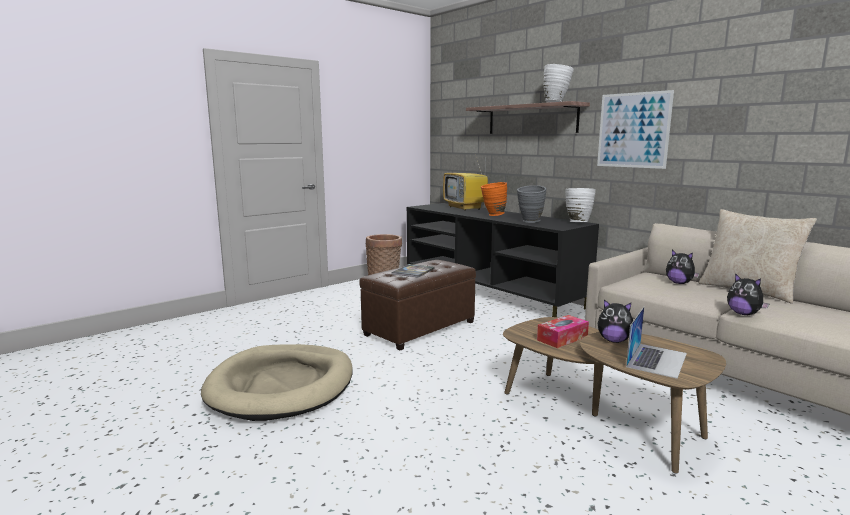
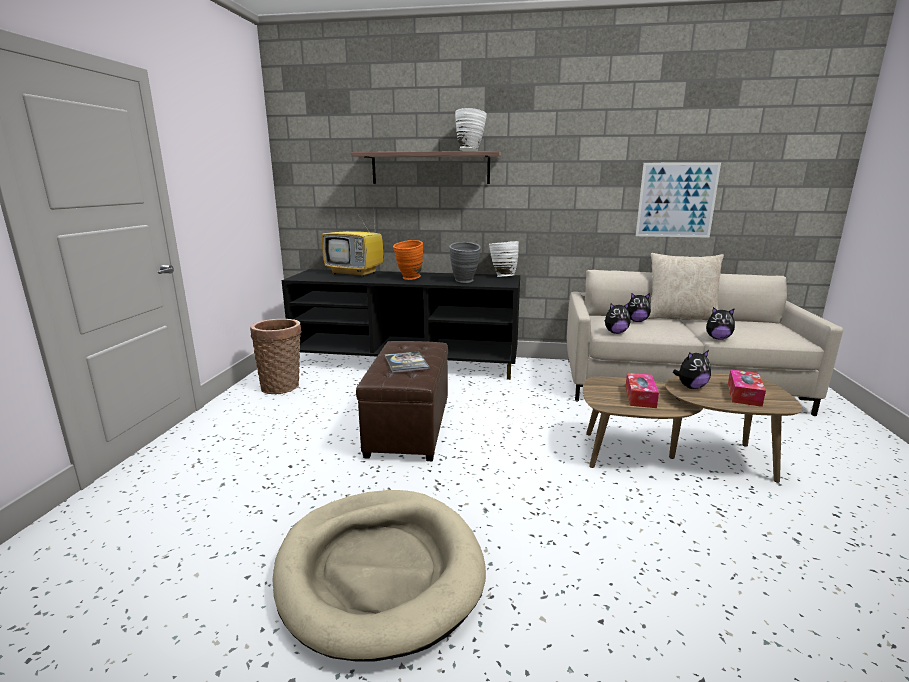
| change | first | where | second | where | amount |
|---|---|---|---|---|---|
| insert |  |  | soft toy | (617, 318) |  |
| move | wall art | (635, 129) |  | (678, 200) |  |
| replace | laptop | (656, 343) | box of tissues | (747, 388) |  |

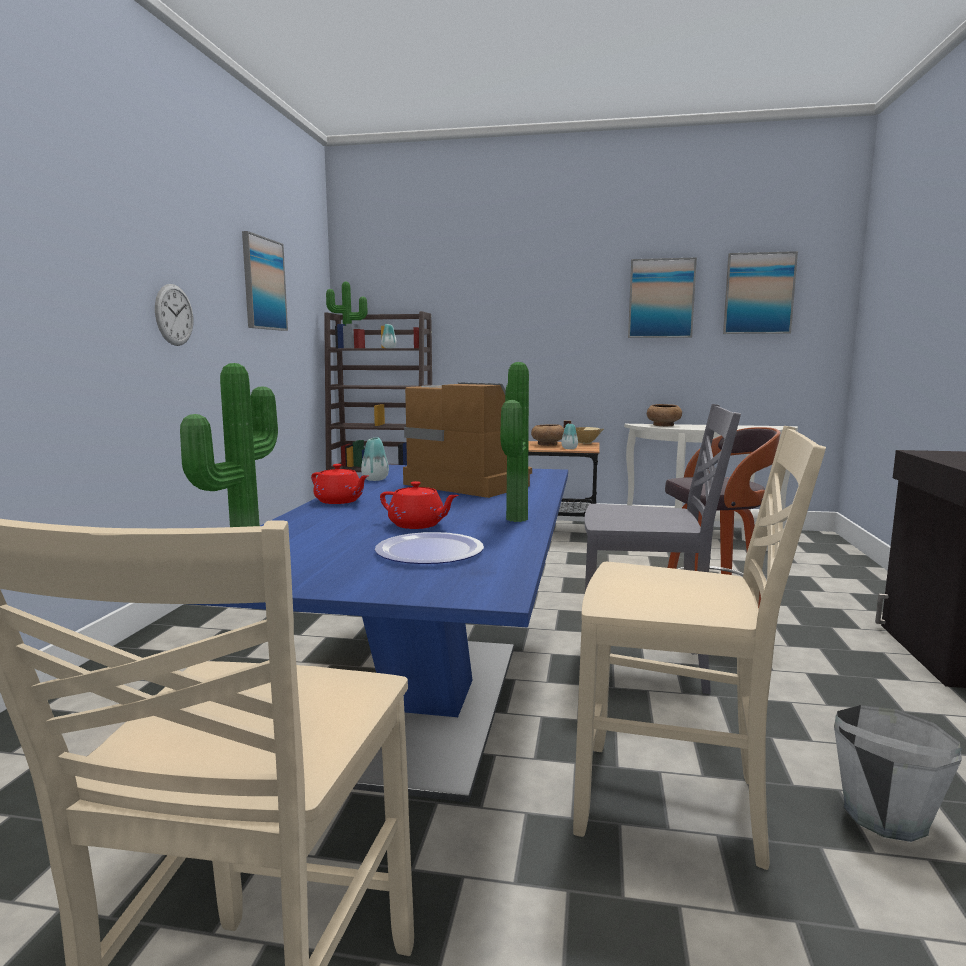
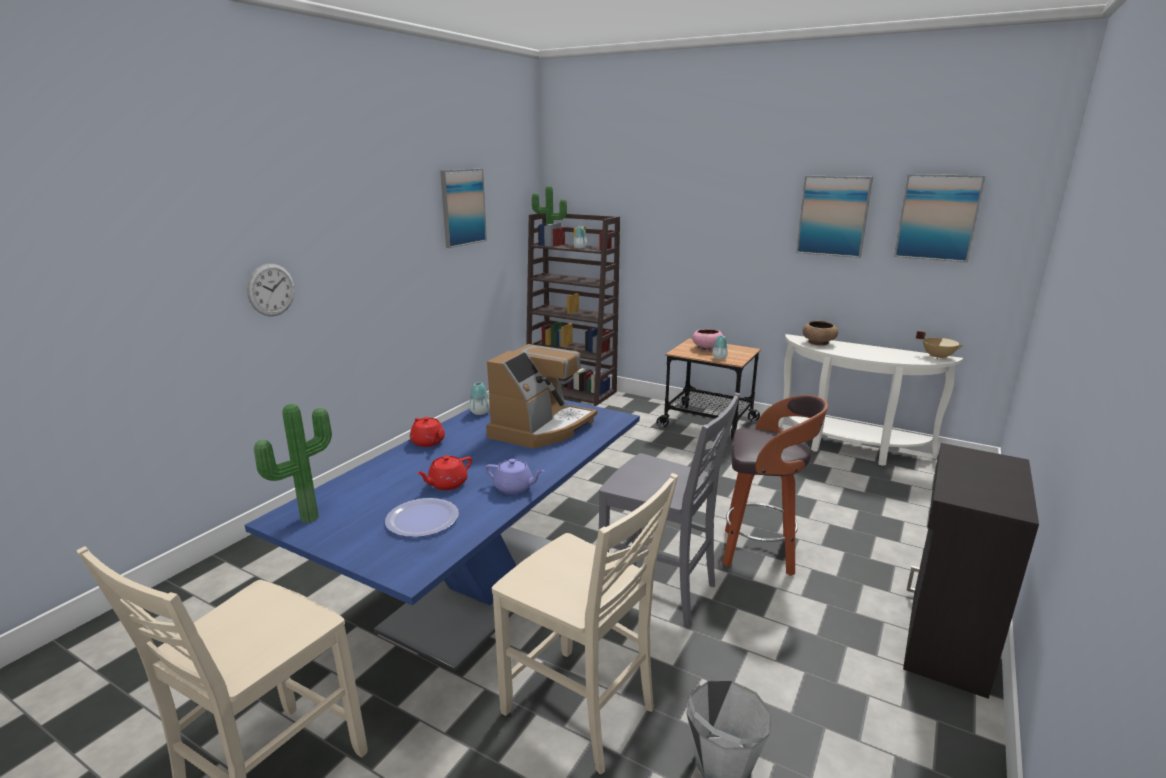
| change | first | where | second | where | amount |
|---|---|---|---|---|---|
| move | clock on the wall | (174, 315) |  | (271, 290) |  |
| rotate | red tea pot | (419, 505) |  | (444, 472) | 90 degrees clockwise |
| replace | houseplant | (514, 442) | purple tea pot | (514, 476) |  |
| rotate | coffee machine | (467, 440) |  | (541, 396) | 60 degrees clockwise |
| recolor | brown bowl | (547, 435) | pink bowl | (707, 340) |  |
| move | sand-coloured stockpot | (584, 432) |  | (940, 344) |  |

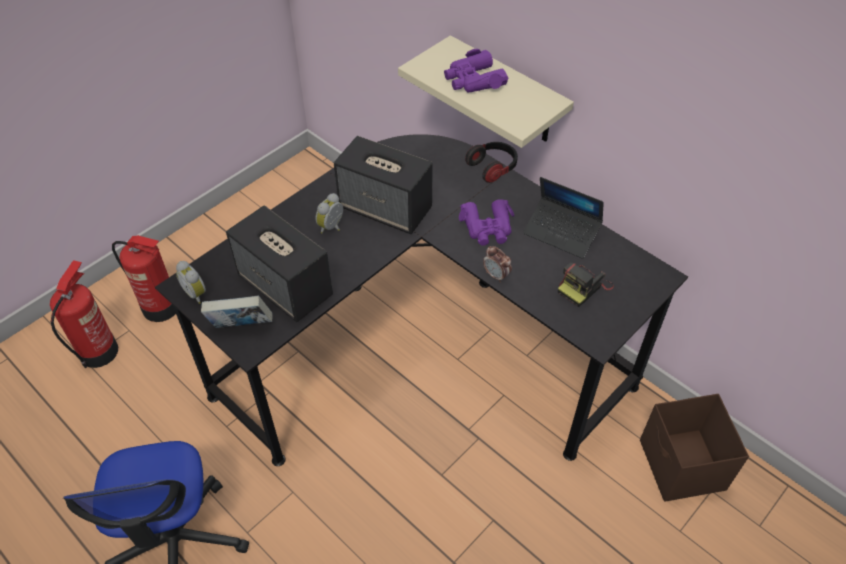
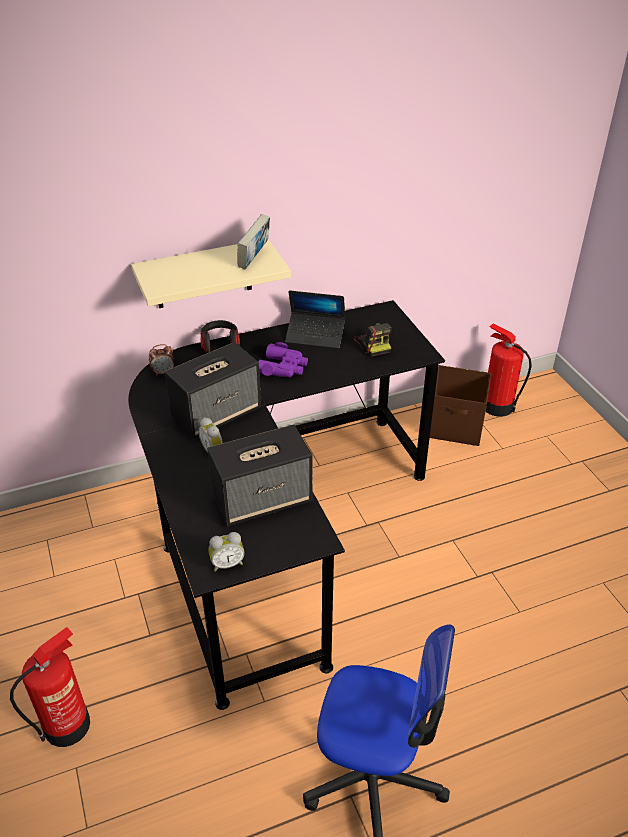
| change | first | where | second | where | amount |
|---|---|---|---|---|---|
| move | table clock | (497, 264) |  | (161, 360) |  |
| move | bound book | (237, 311) |  | (254, 242) |  |
| rotate | laptop | (563, 218) |  | (315, 319) | 45 degrees clockwise |
| move | fire extinguisher | (84, 314) |  | (509, 370) |  |
| delete | purple field glasses | (476, 71) |  |  |  |

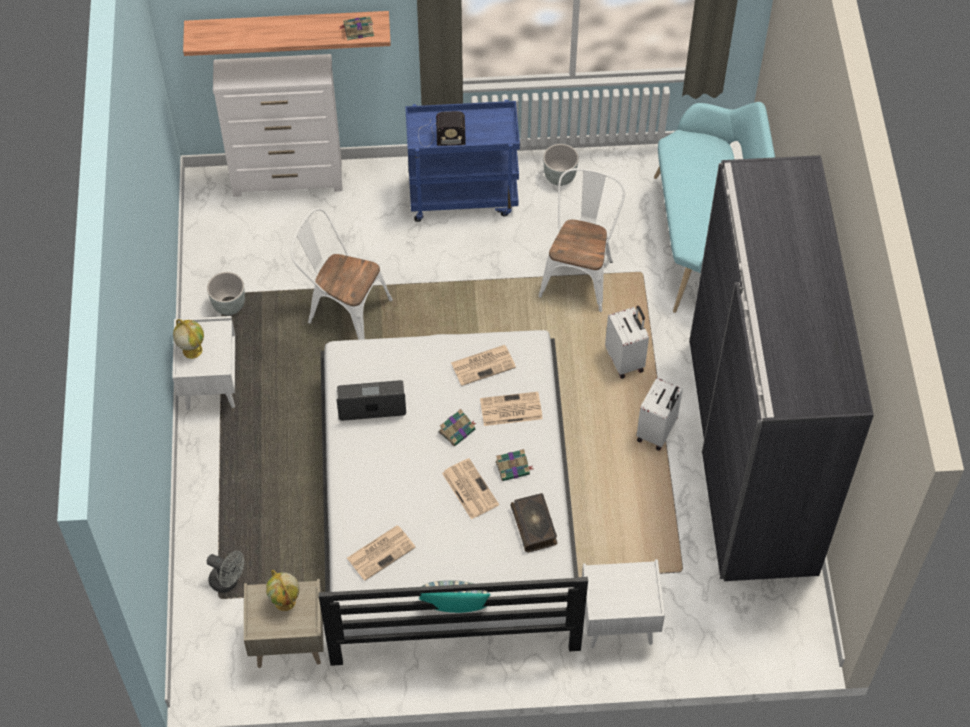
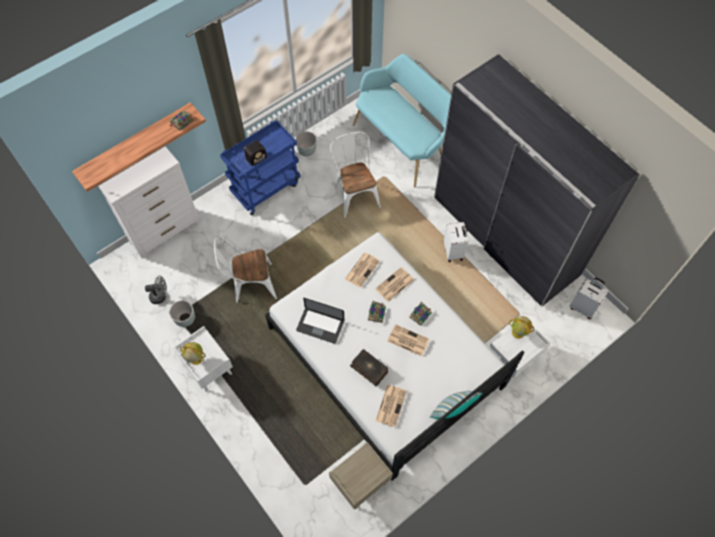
| change | first | where | second | where | amount |
|---|---|---|---|---|---|
| move | greyish fan | (225, 572) |  | (156, 290) |  |
| rotate | laptop | (371, 400) |  | (320, 321) | 120 degrees counterclockwise |
| move | bound book | (533, 522) |  | (369, 367) |  |
| move | globe | (283, 590) |  | (521, 327) |  |
| move | whitish piece of luggage | (627, 342) |  | (588, 299) |  |

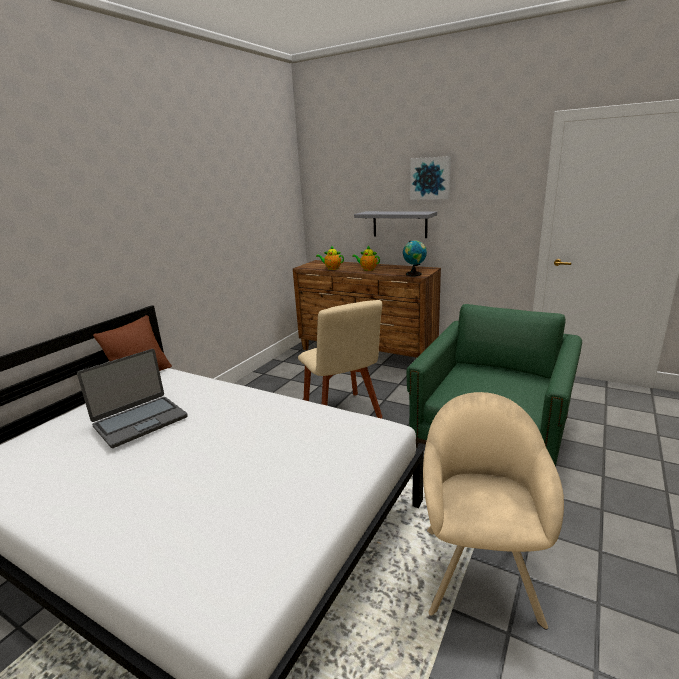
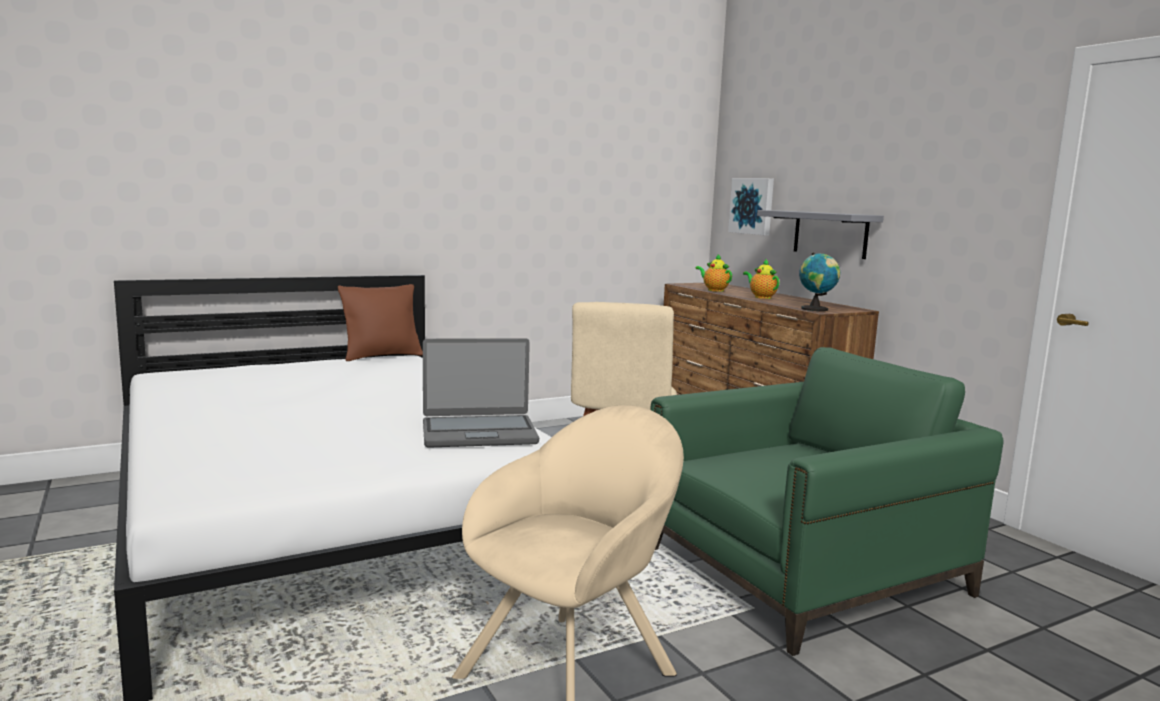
| change | first | where | second | where | amount |
|---|---|---|---|---|---|
| move | laptop | (132, 398) |  | (481, 393) |  |
| move | wall art | (430, 178) |  | (751, 206) |  |

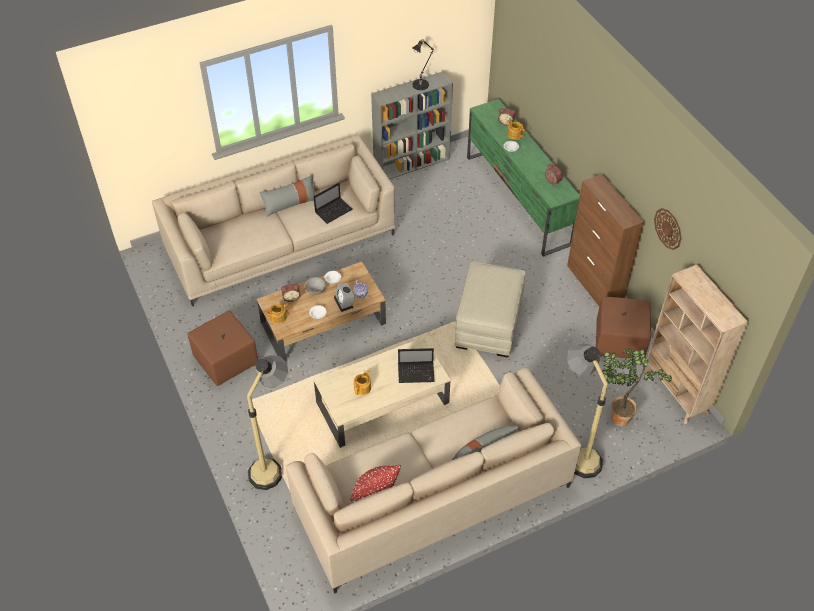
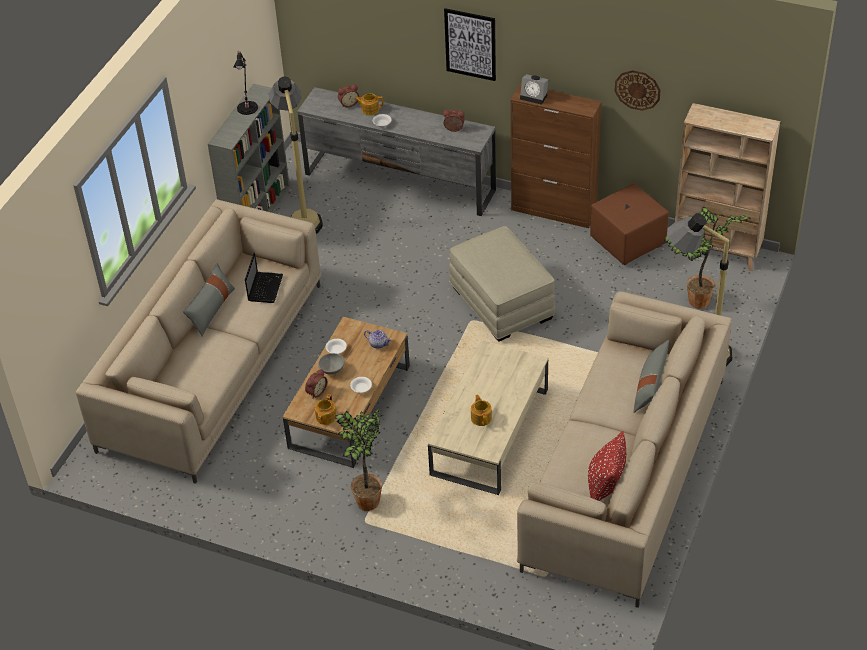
| change | first | where | second | where | amount |
|---|---|---|---|---|---|
| move | standing lamp | (267, 422) |  | (296, 155) |  |
| recolor | greenish tv stand | (523, 178) | greyish tv stand | (396, 151) |  |
| insert |  |  | houseplant | (359, 460) |  |
| insert |  |  | wall art | (470, 44) |  |
| move | table clock | (344, 297) |  | (534, 89) |  |
| delete | brown footrest | (222, 348) |  |  |  |
| delete | laptop | (416, 365) |  |  |  |

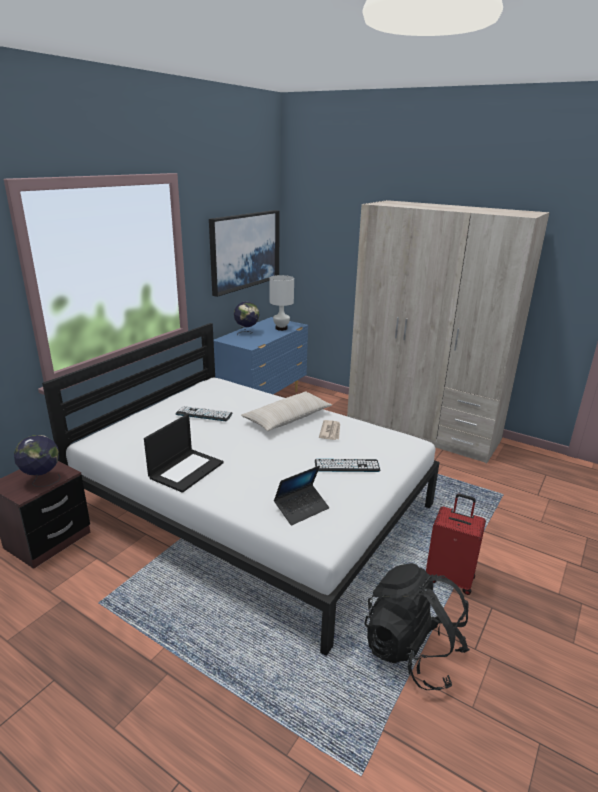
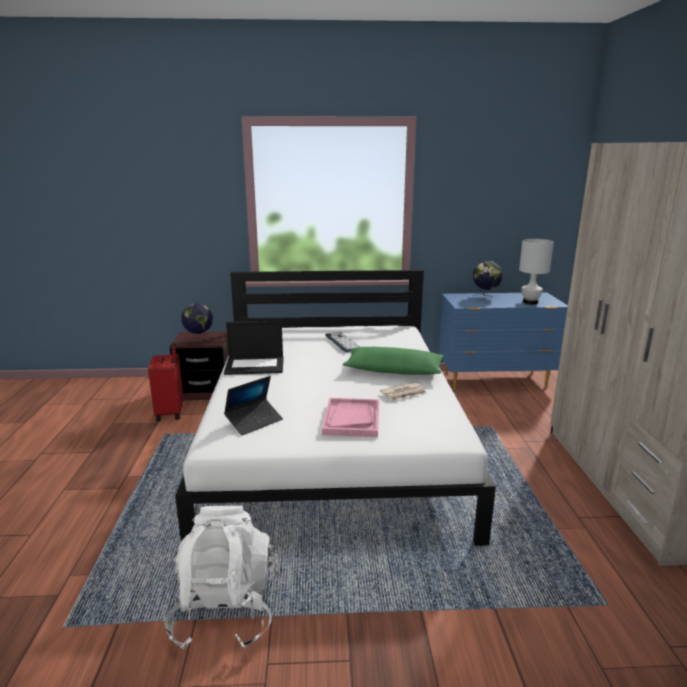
| change | first | where | second | where | amount |
|---|---|---|---|---|---|
| move | red piece of luggage | (456, 544) |  | (166, 382) |  |
| recolor | blackish knapsack | (417, 626) | whitish knapsack | (221, 577) |  |
| rotate | laptop | (301, 495) |  | (253, 405) | 60 degrees counterclockwise |
| replace | keyboard | (347, 465) | pink carrying tray | (350, 417) |  |
| recolor | sand-coloured pillow | (286, 411) | greenish pillow | (393, 361) |  |
| delete | wall art | (244, 253) |  |  |  |

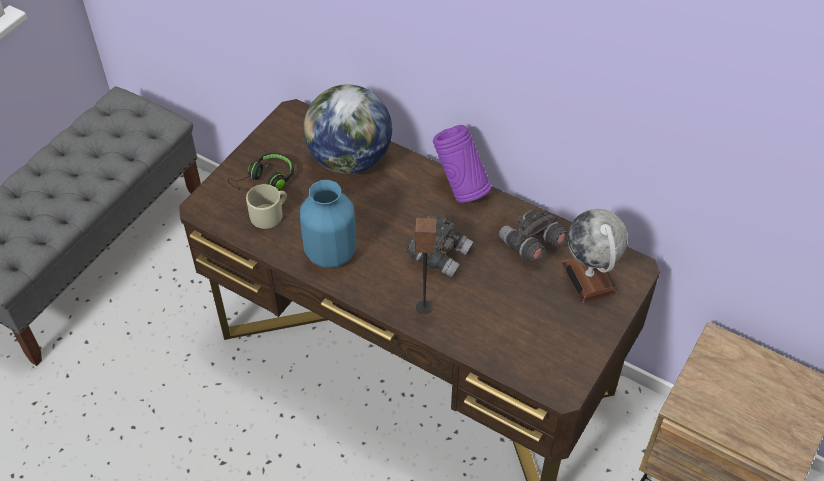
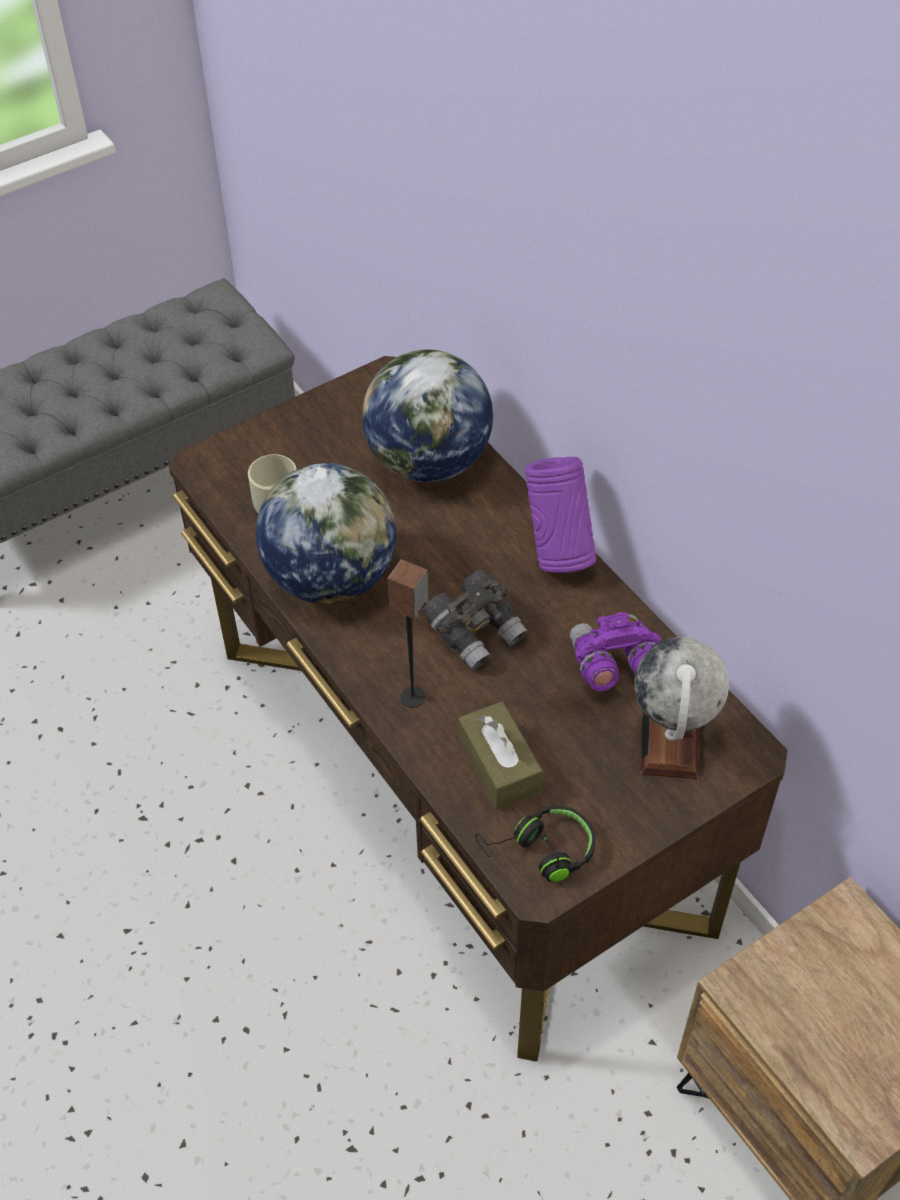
| change | first | where | second | where | amount |
|---|---|---|---|---|---|
| replace | blue-coloured decorative vase | (328, 224) | globe | (326, 533) |  |
| insert |  |  | brown box of tissues | (501, 755) |  |
| move | blackish headphones | (261, 171) |  | (536, 844) |  |
| recolor | greyish field glasses | (533, 236) | purple field glasses | (616, 651) |  |

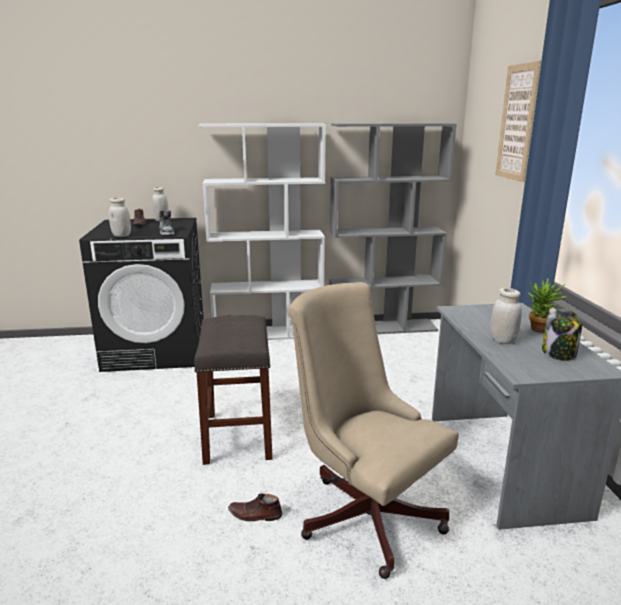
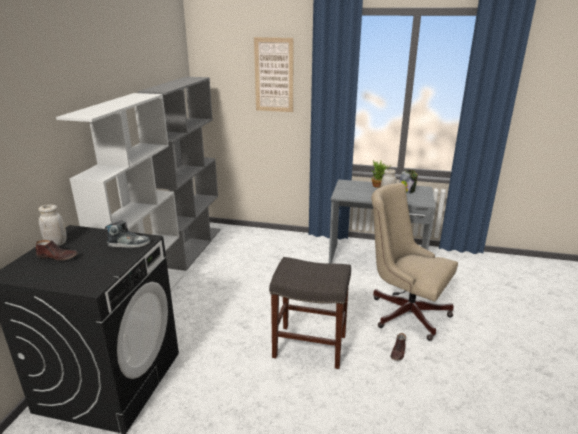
| change | first | where | second | where | amount |
|---|---|---|---|---|---|
| rotate | sand-coloured desk chair | (373, 430) |  | (414, 262) | 60 degrees clockwise |
| delete | whitish storage jar | (120, 217) |  |  |  |

